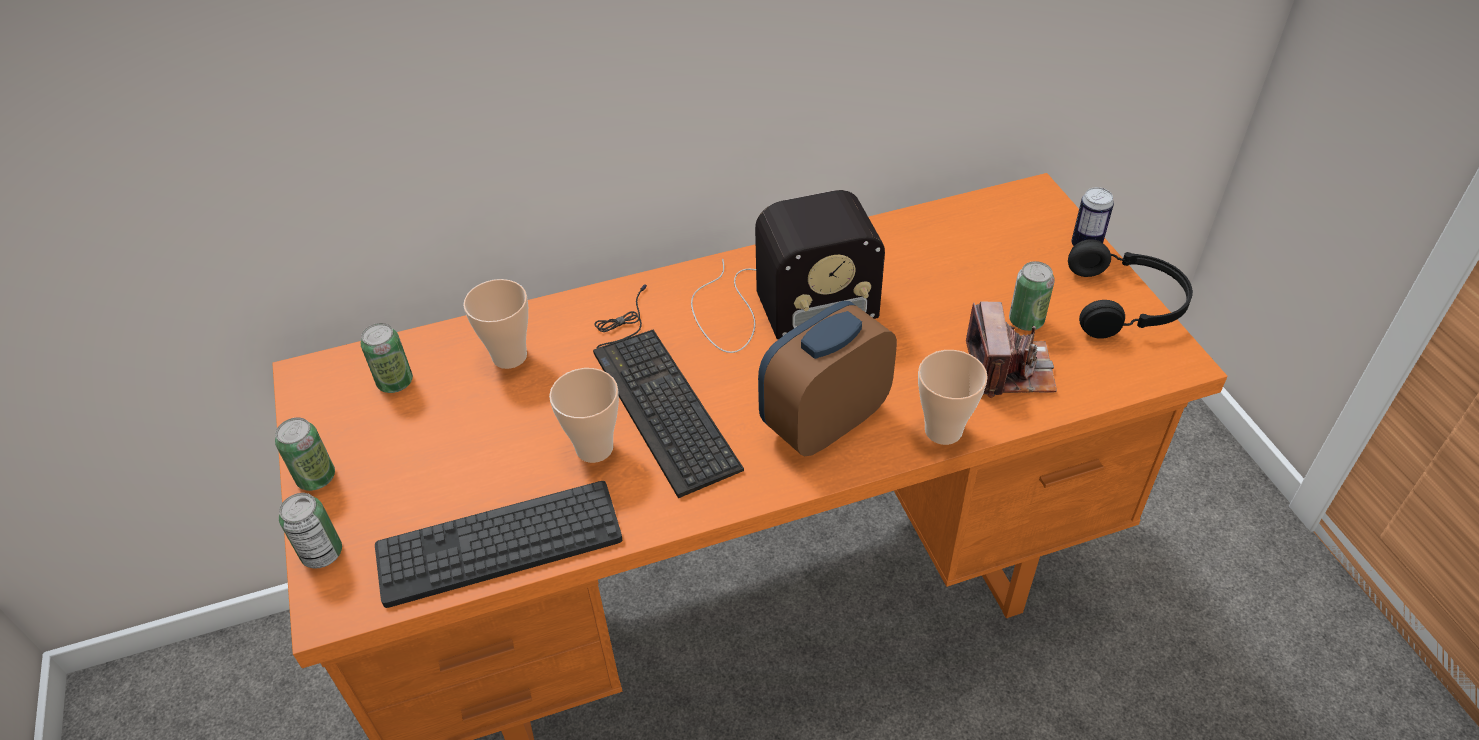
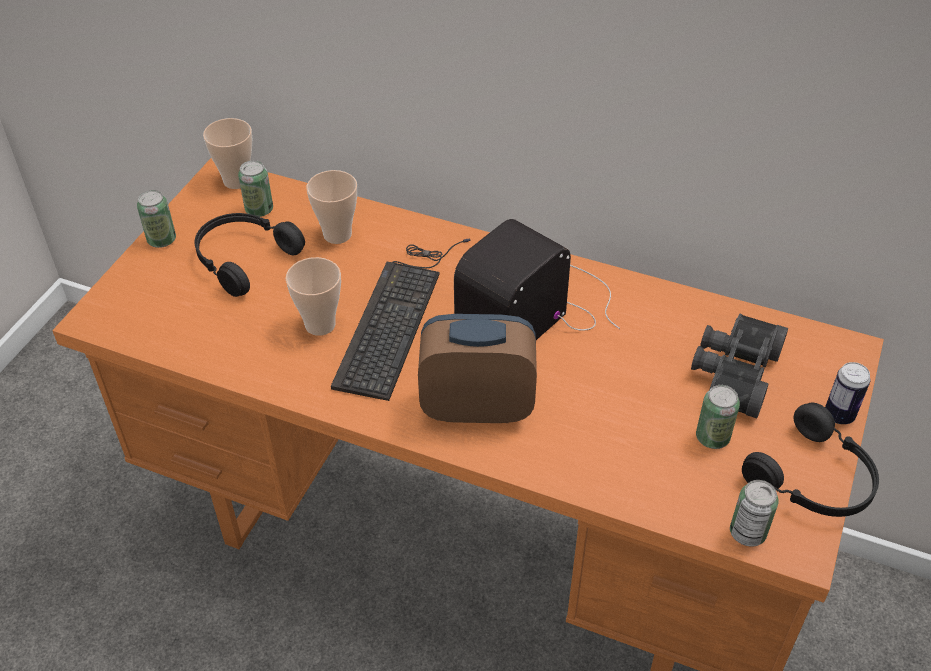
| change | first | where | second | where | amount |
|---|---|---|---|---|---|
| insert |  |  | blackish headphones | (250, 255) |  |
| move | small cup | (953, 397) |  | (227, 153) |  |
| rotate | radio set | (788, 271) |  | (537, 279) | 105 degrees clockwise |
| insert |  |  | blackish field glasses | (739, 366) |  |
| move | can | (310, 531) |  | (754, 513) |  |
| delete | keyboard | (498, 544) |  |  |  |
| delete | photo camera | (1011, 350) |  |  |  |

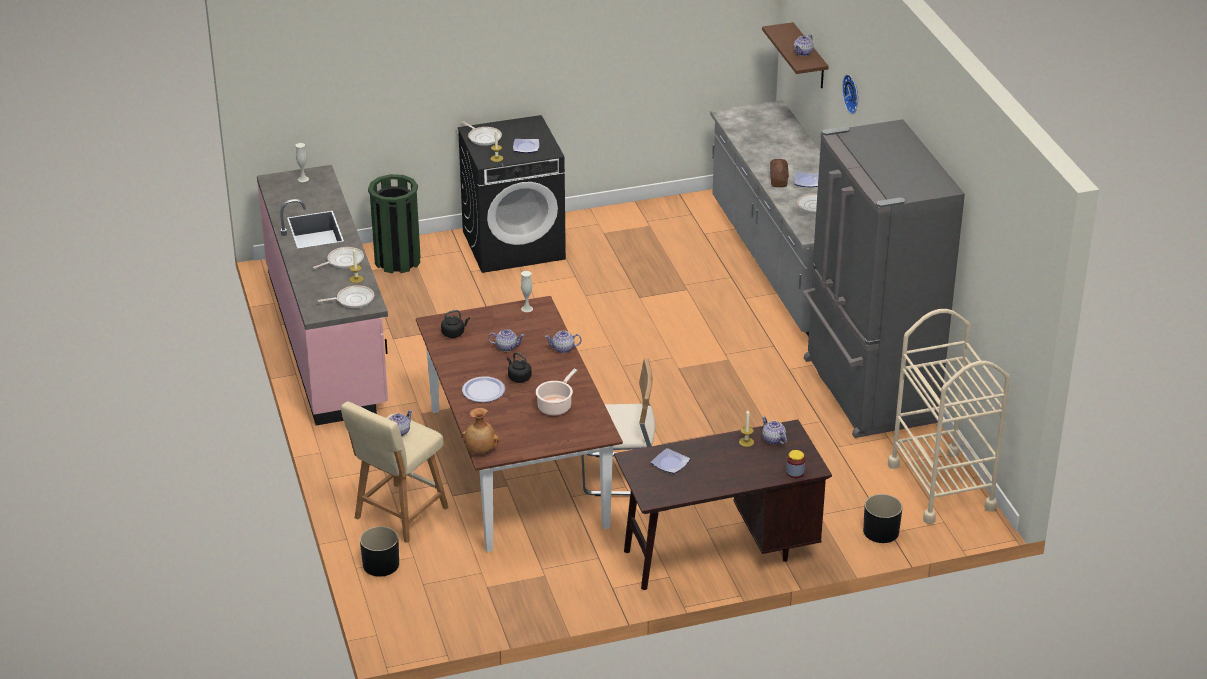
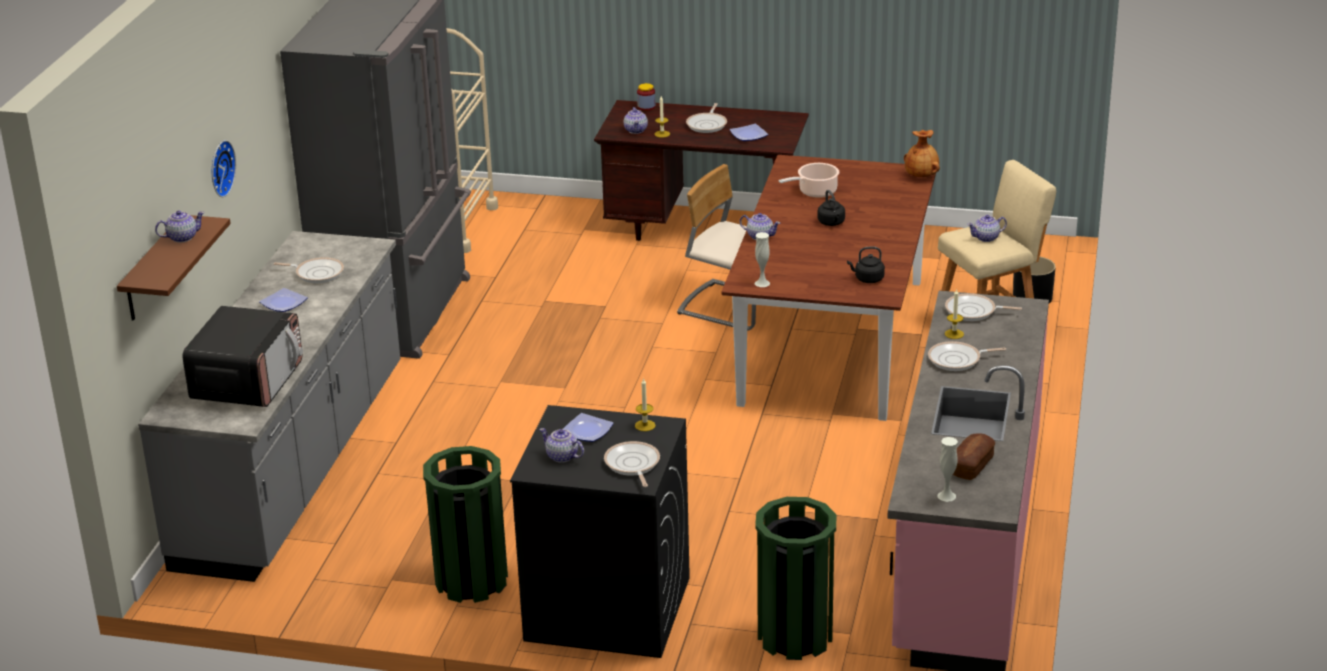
| change | first | where | second | where | amount |
|---|---|---|---|---|---|
| insert |  |  | kitchen microwave | (242, 356) |  |
| insert |  |  | greenish waste bin | (465, 524) |  |
| move | tea pot | (506, 340) |  | (561, 445) |  |
| insert |  |  | frying pan | (706, 118) |  |
| move | bread | (779, 173) |  | (974, 456) |  |
| delete | plate | (483, 389) |  |  |  |
| delete | blackish flower pot | (882, 518) |  |  |  |

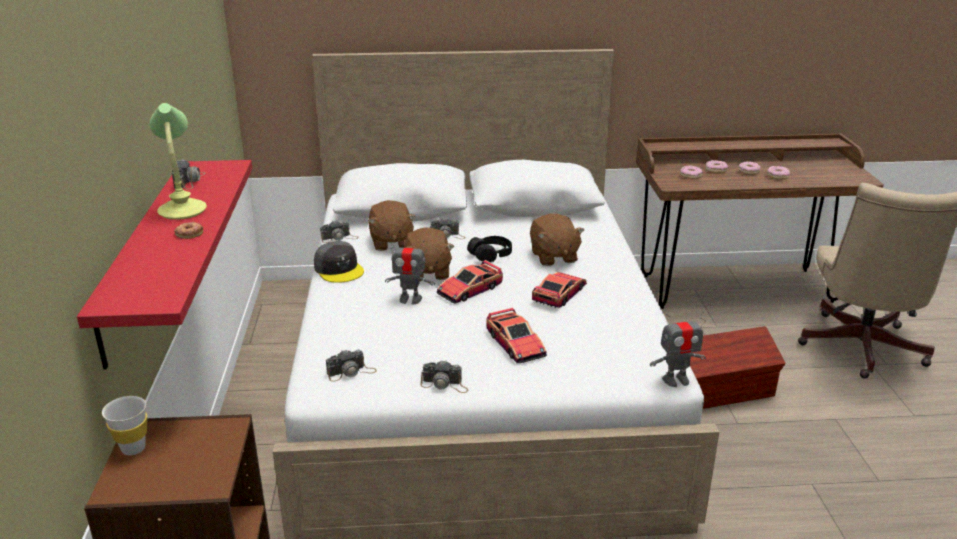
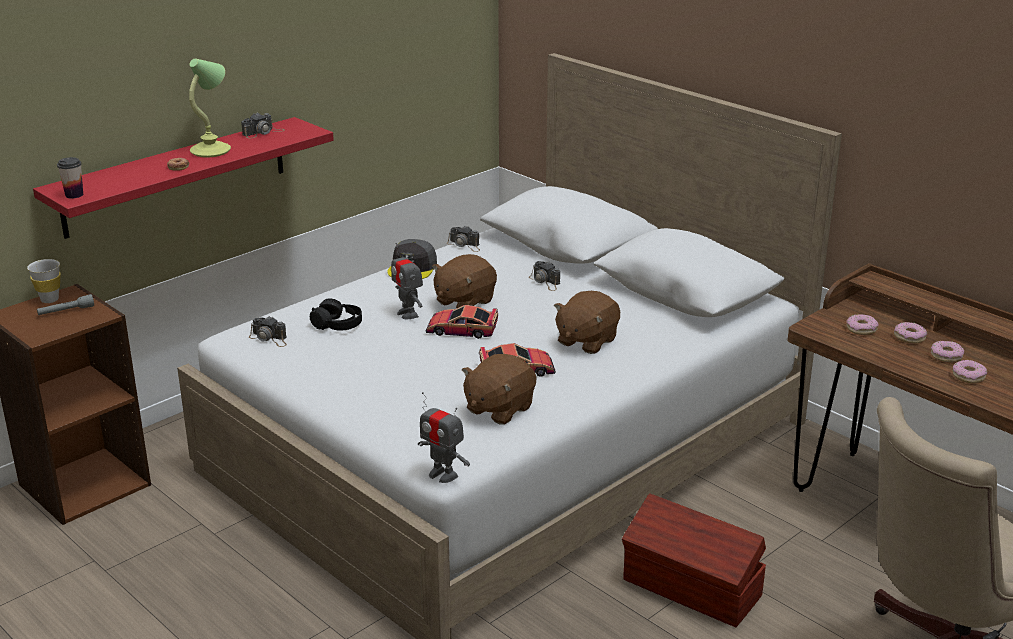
| change | first | where | second | where | amount |
|---|---|---|---|---|---|
| insert |  |  | greyish torch | (65, 304) |  |
| insert |  |  | small cup | (70, 177) |  |
| move | blackish headphones | (489, 249) |  | (336, 314) |  |
| move | brown soft toy | (392, 225) |  | (499, 389) |  |
| delete | photo camera | (444, 376) |  |  |  |
| delete | miniature car | (516, 335) |  |  |  |

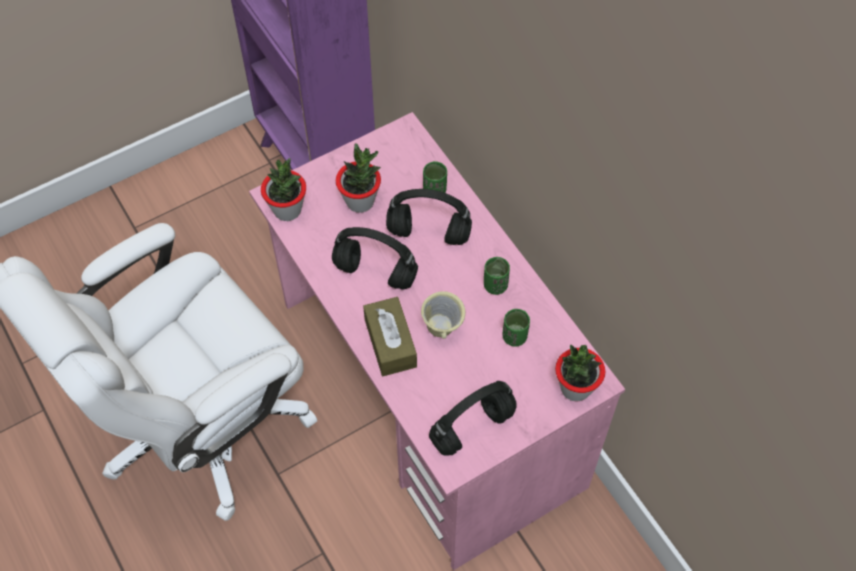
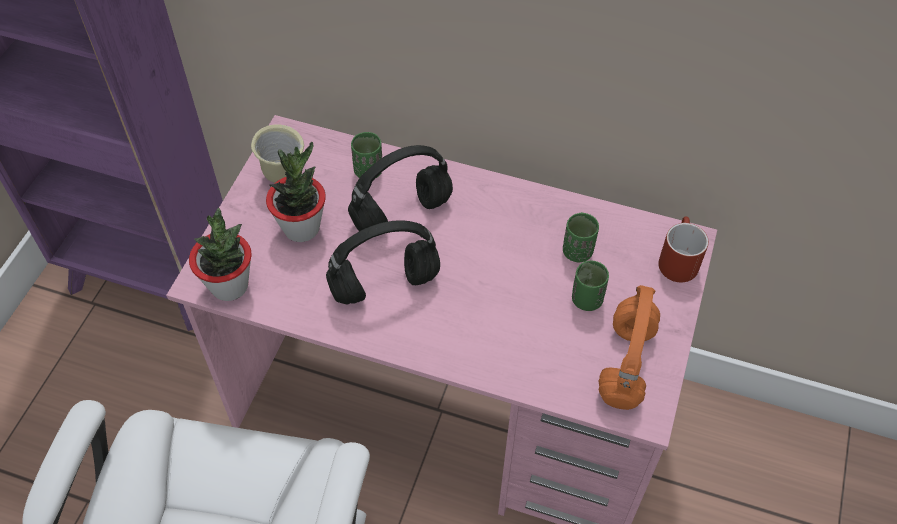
| change | first | where | second | where | amount |
|---|---|---|---|---|---|
| move | sand-coloured mug | (443, 315) |  | (277, 153) |  |
| move | greenish small cup | (497, 276) |  | (590, 285) |  |
| recolor | blackish headphones | (473, 418) | orangey headphones | (629, 347) |  |
| replace | houseplant | (580, 373) | red mug | (683, 249) |  |
| delete | brown box of tissues | (390, 336) |  |  |  |

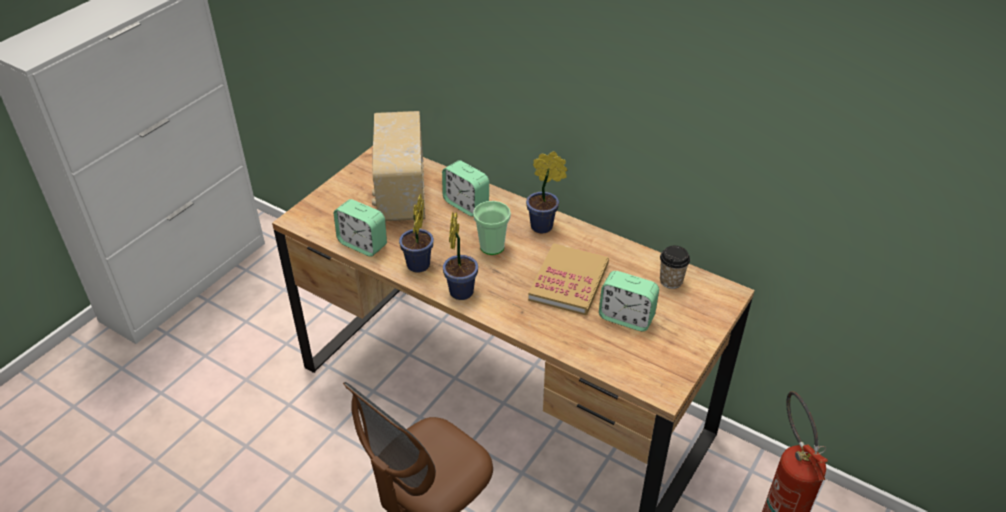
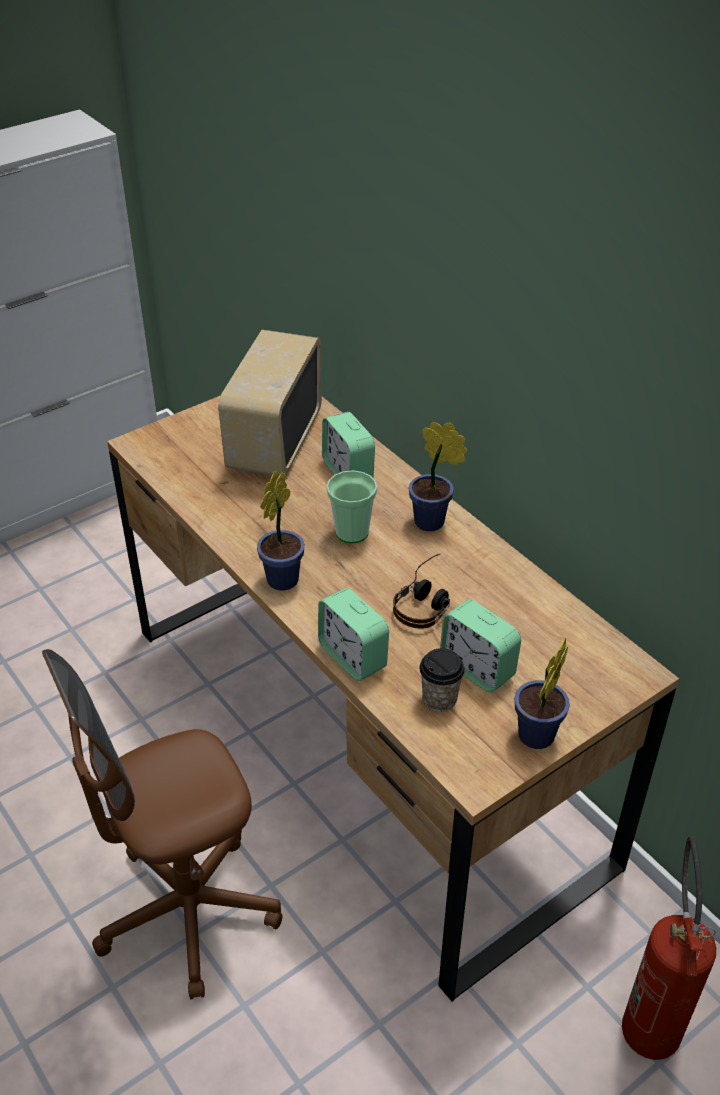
| change | first | where | second | where | amount |
|---|---|---|---|---|---|
| move | table clock | (360, 228) |  | (353, 634) |  |
| replace | bound book | (568, 279) | headphones | (421, 591) |  |
| move | small cup | (675, 267) |  | (442, 680) |  |
| move | houseplant | (416, 233) |  | (542, 694) |  |

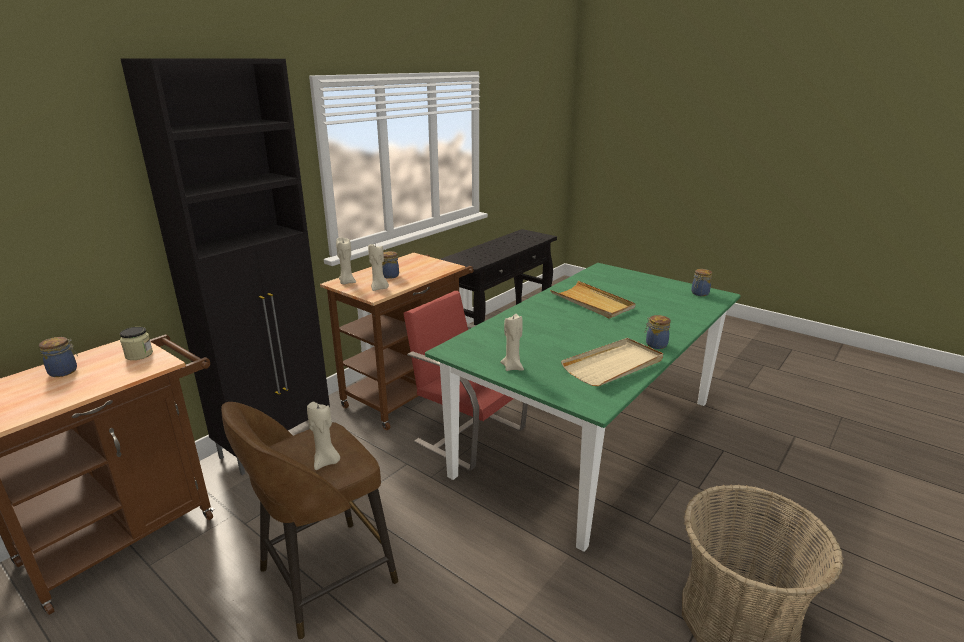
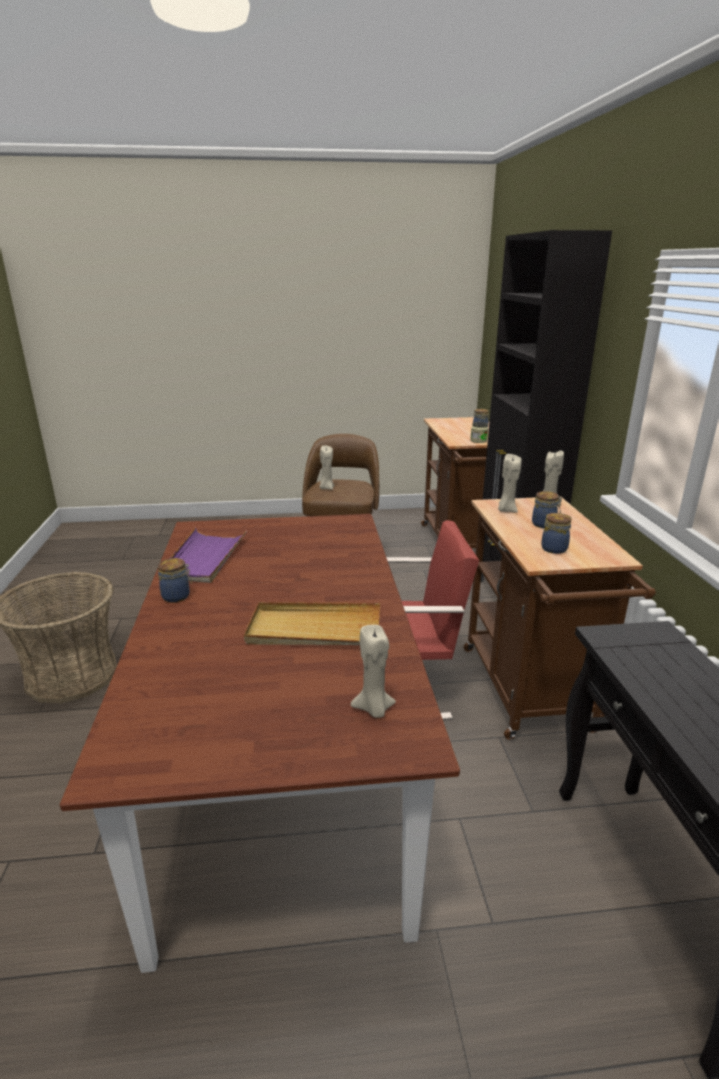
| change | first | where | second | where | amount |
|---|---|---|---|---|---|
| recolor | greenish kitchen table | (583, 407) | brown kitchen table | (260, 743) |  |
| recolor | sand-coloured carrying tray | (612, 362) | purple carrying tray | (202, 555) |  |
| move | sand-coloured candle | (512, 342) |  | (373, 671) |  |
| move | storage jar | (701, 282) |  | (556, 533) |  |

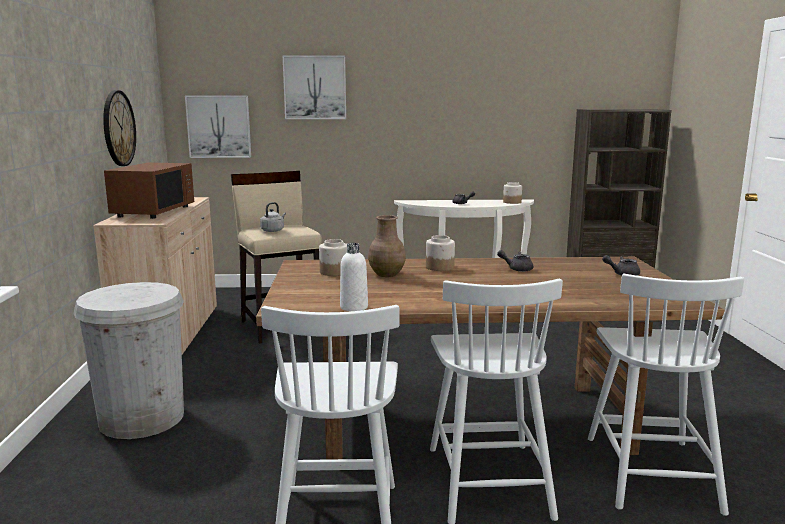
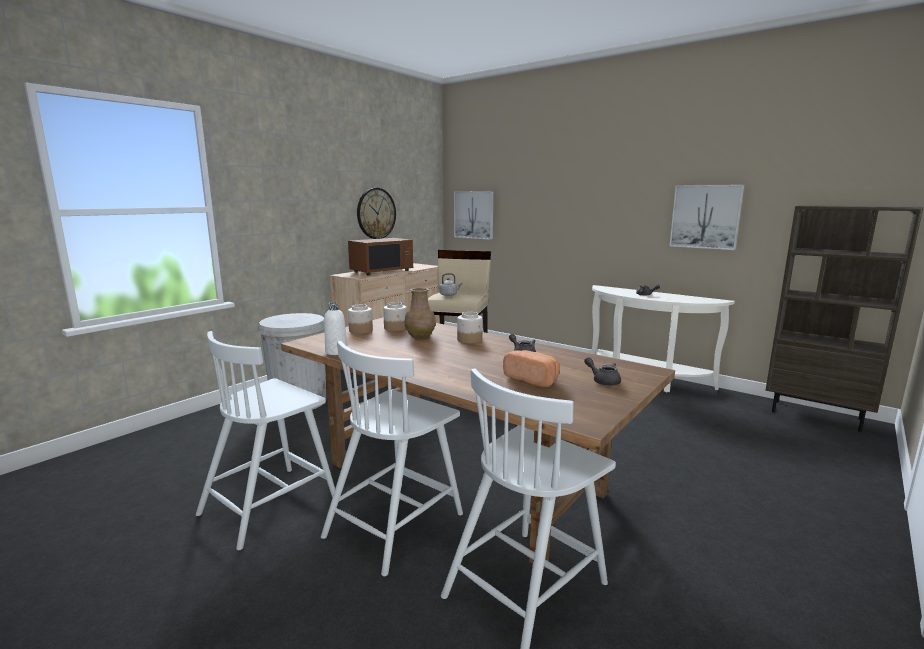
| change | first | where | second | where | amount |
|---|---|---|---|---|---|
| move | storage jar | (512, 193) |  | (360, 319) |  |
| insert |  |  | bread | (531, 368) |  |
| move | wall art | (314, 87) |  | (706, 217) |  |

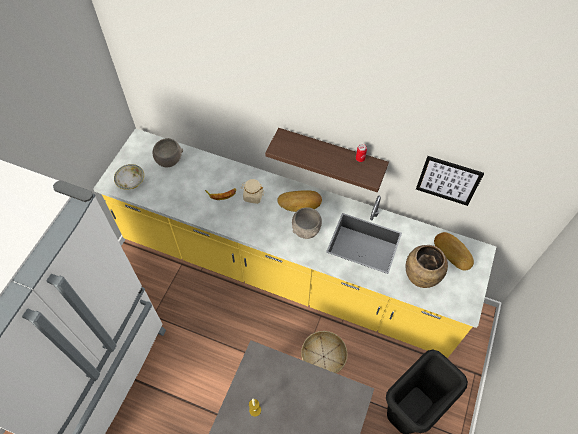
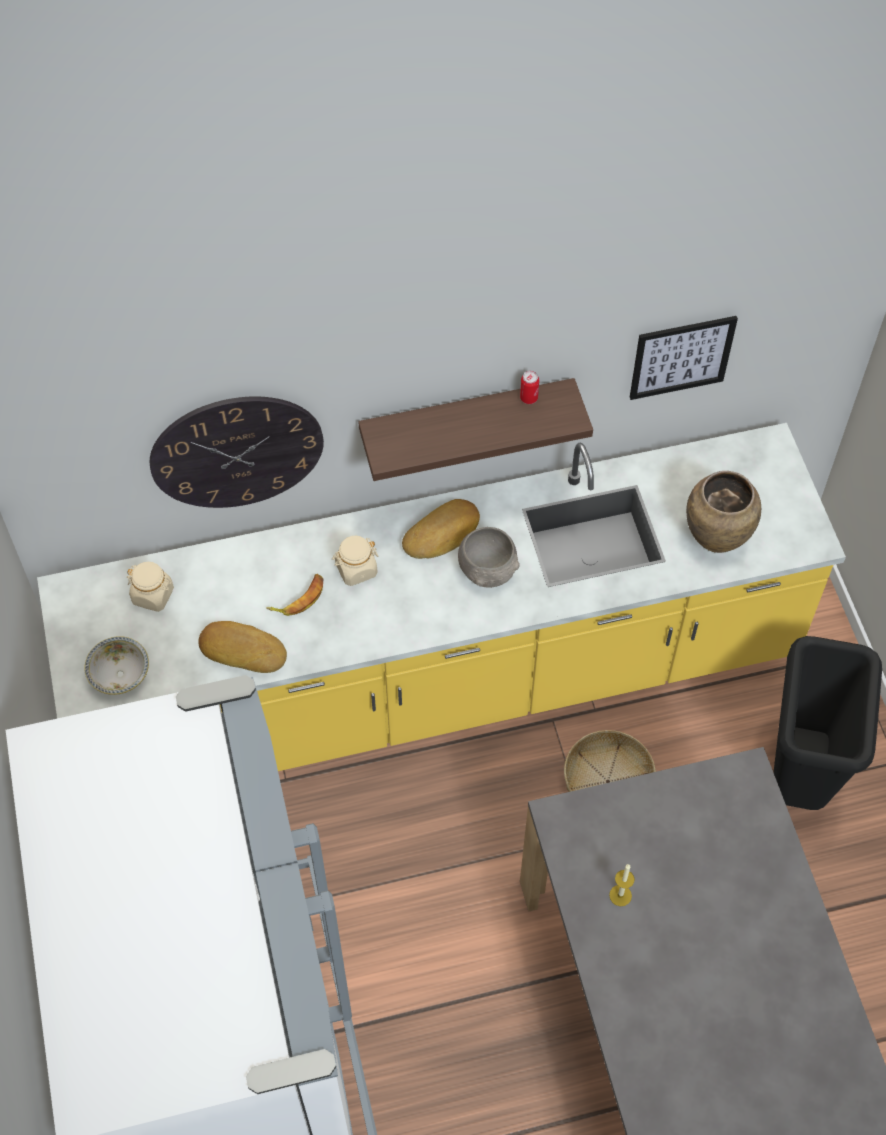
| change | first | where | second | where | amount |
|---|---|---|---|---|---|
| replace | greyish bowl | (168, 152) | sand-coloured storage jar | (150, 587) |  |
| insert |  |  | clock on the wall | (237, 452) |  |
| move | bread | (454, 251) |  | (242, 647) |  |

